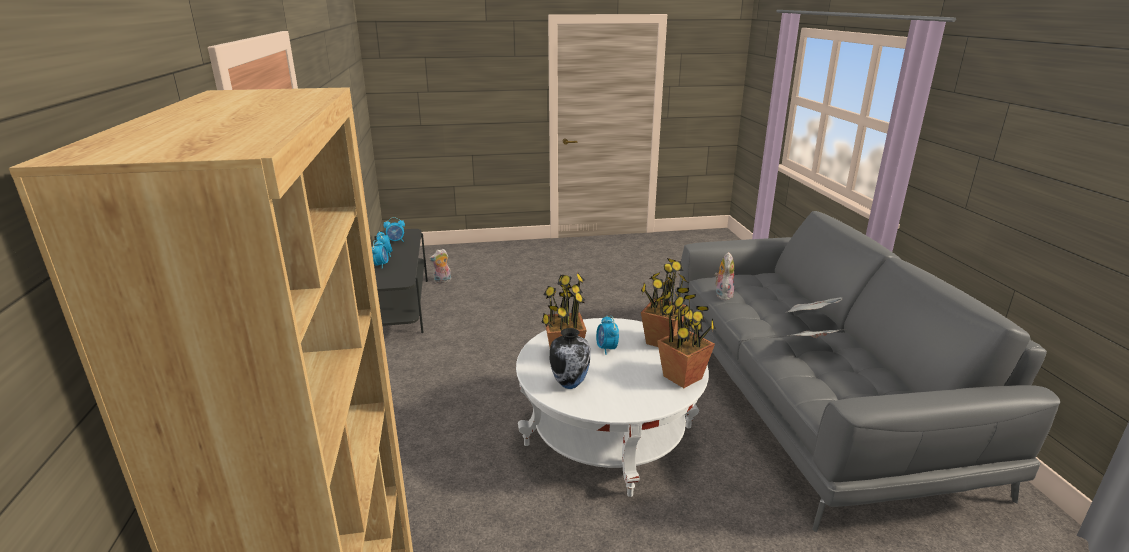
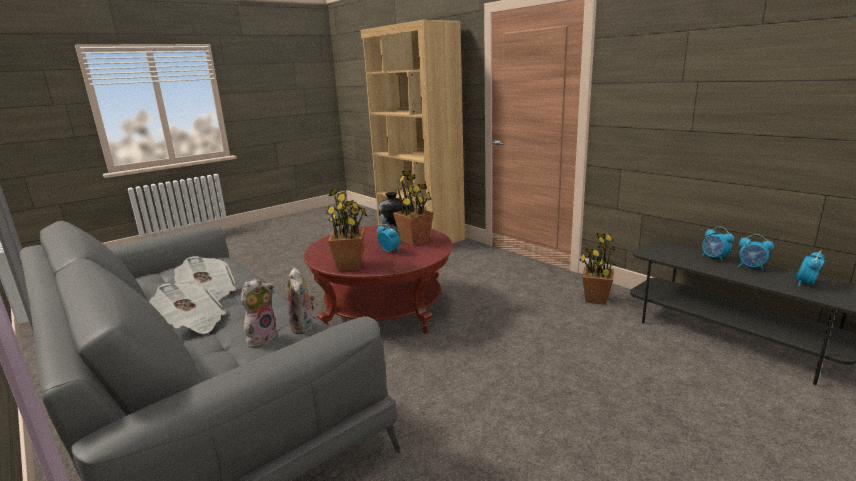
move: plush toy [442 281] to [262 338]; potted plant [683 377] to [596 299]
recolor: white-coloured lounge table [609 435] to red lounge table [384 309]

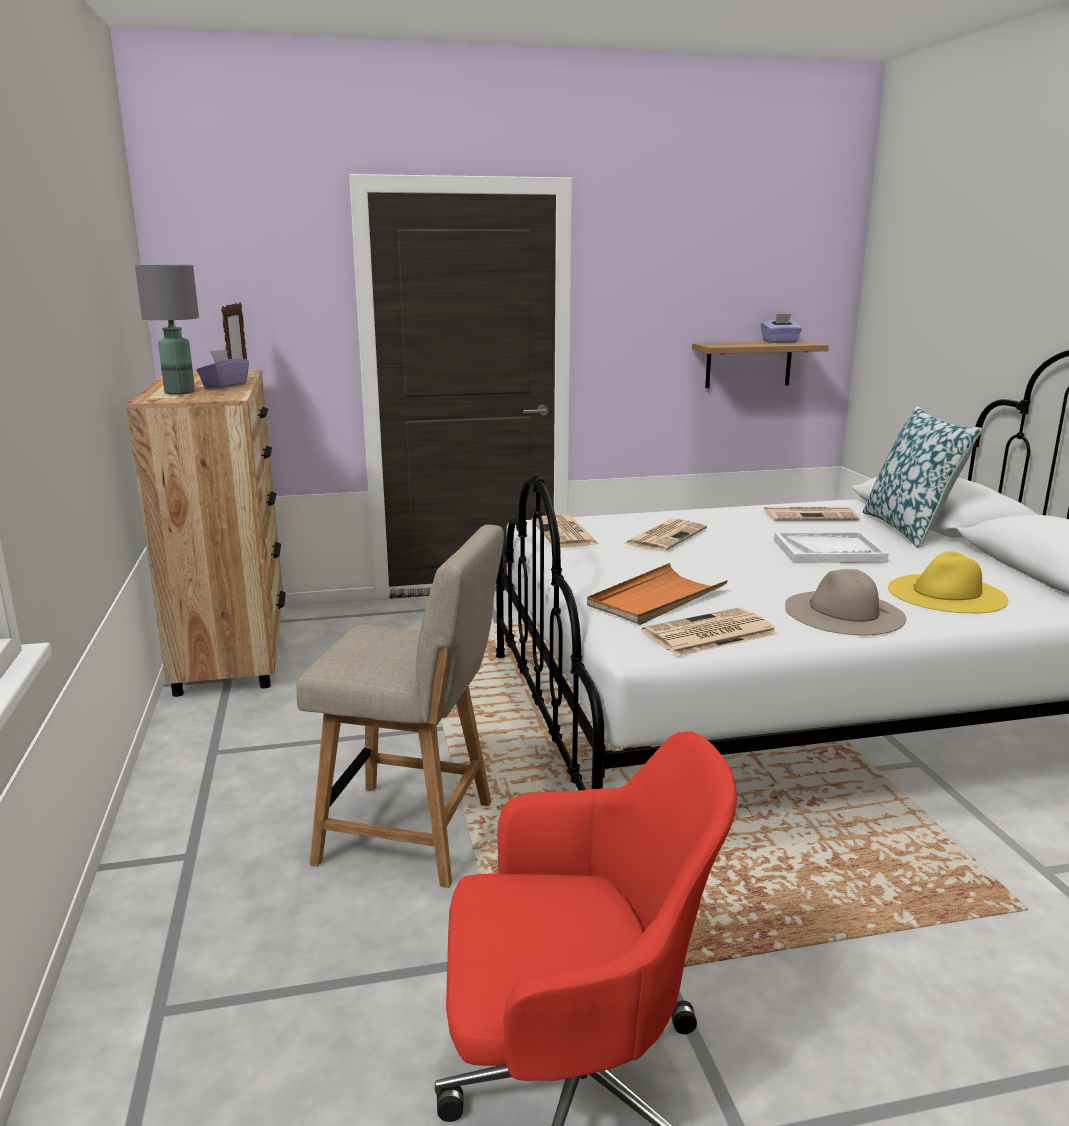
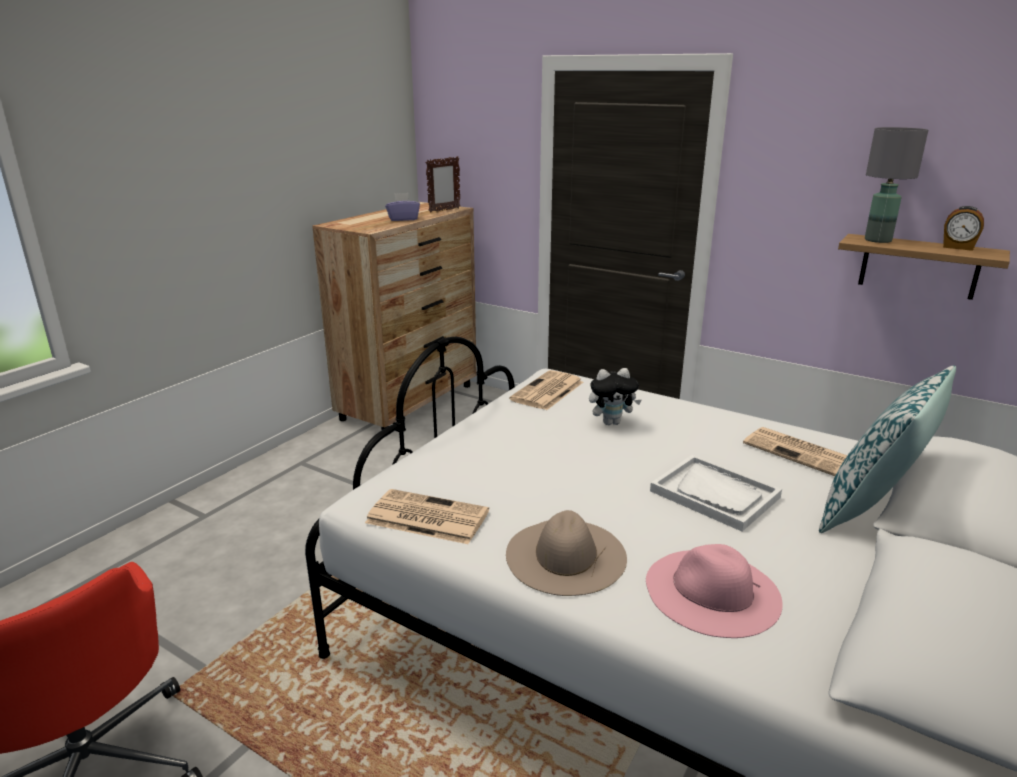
delete: beige-coloured plain chair [415 834]; orange tray [655 599]
move: grey table lamp [180 392] to [878 240]
replace: printed paper [665 536] to plush toy [611 422]; purple tissue holder [780 342] to bedside clock [958 247]
recolor: yellow-coloured wearable hat [947 593] to pink-coloured wearable hat [712 591]

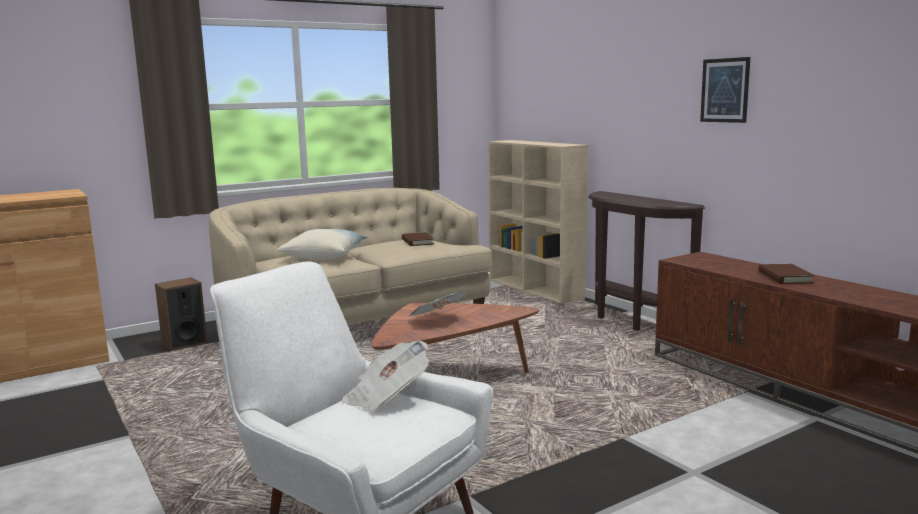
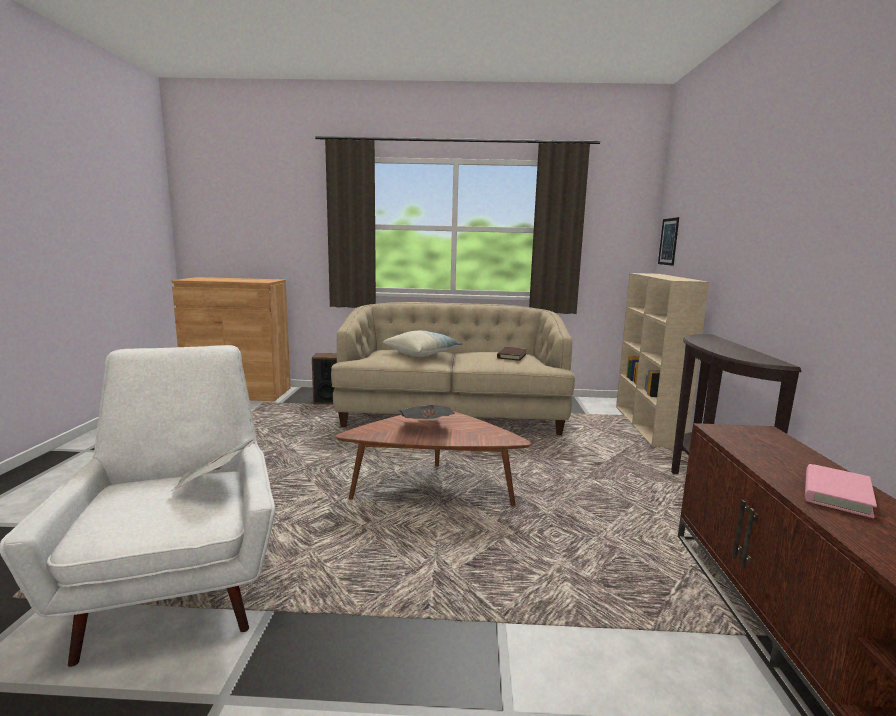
move: wall picture [724 90] to [668 241]
recolor: brownish volume [785 277] to pink-coloured volume [836 494]

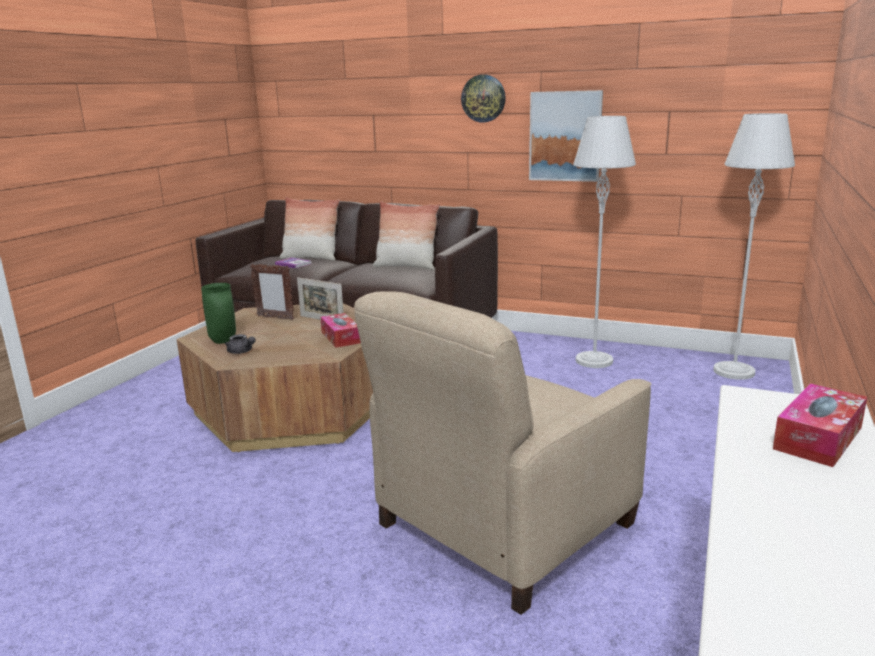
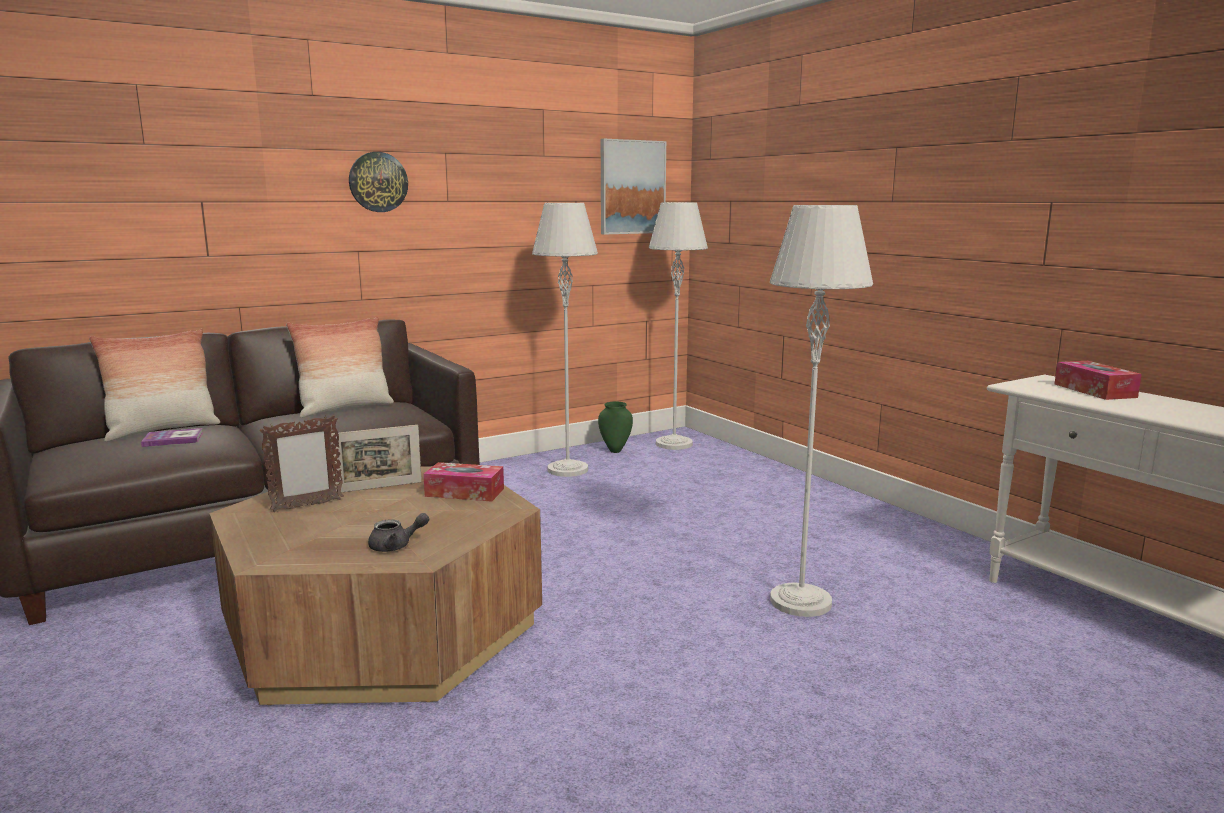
move: green flower vase [224 341] to [615 450]; wall picture [565 136] to [632 187]
replace: beige-coloured easy chair [503 525] to grey floor lamp [800 602]

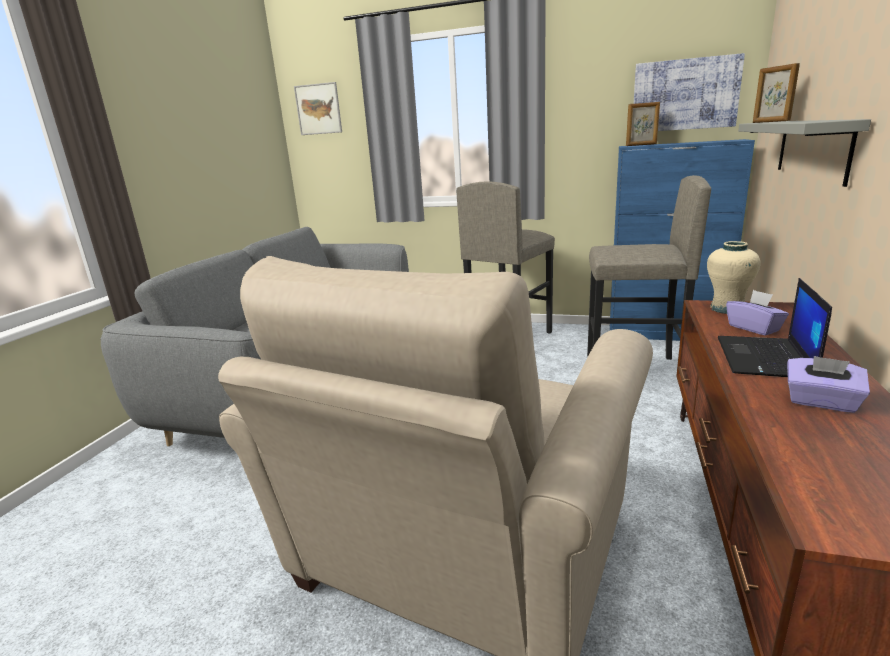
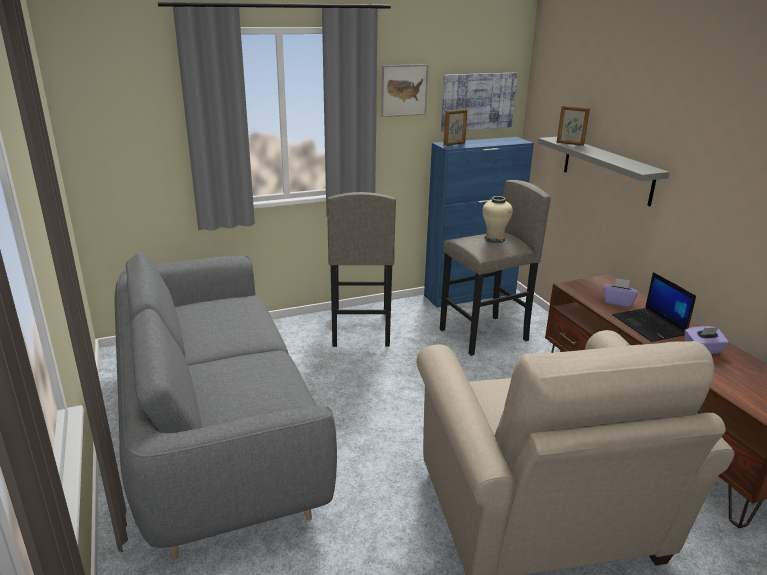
move: wall picture [318 109] to [404 90]; beige-coloured flower vase [727 309] to [494 239]

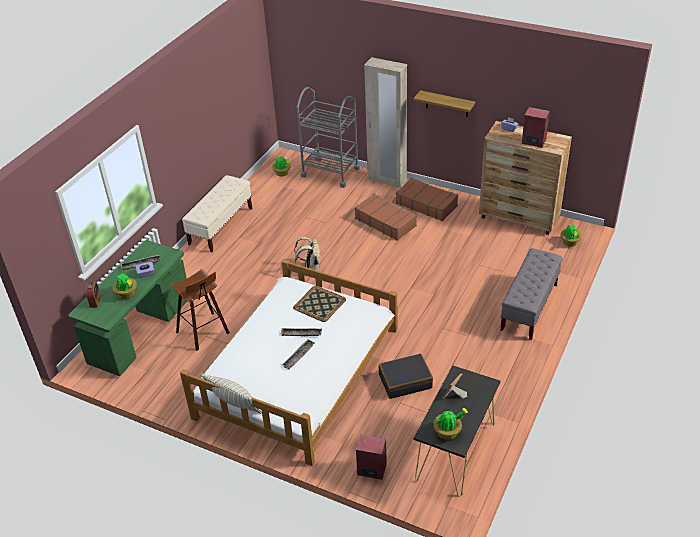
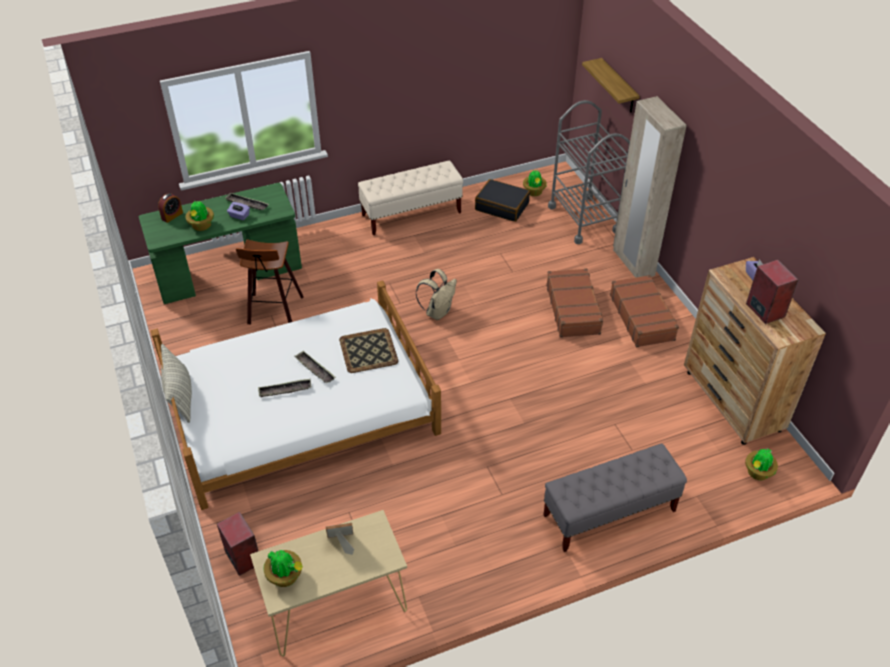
move: blackish piece of luggage [405 381] to [502 206]; shelf [447 104] to [618 87]
recolor: blackish hall table [455 452] to beige-coloured hall table [335 607]

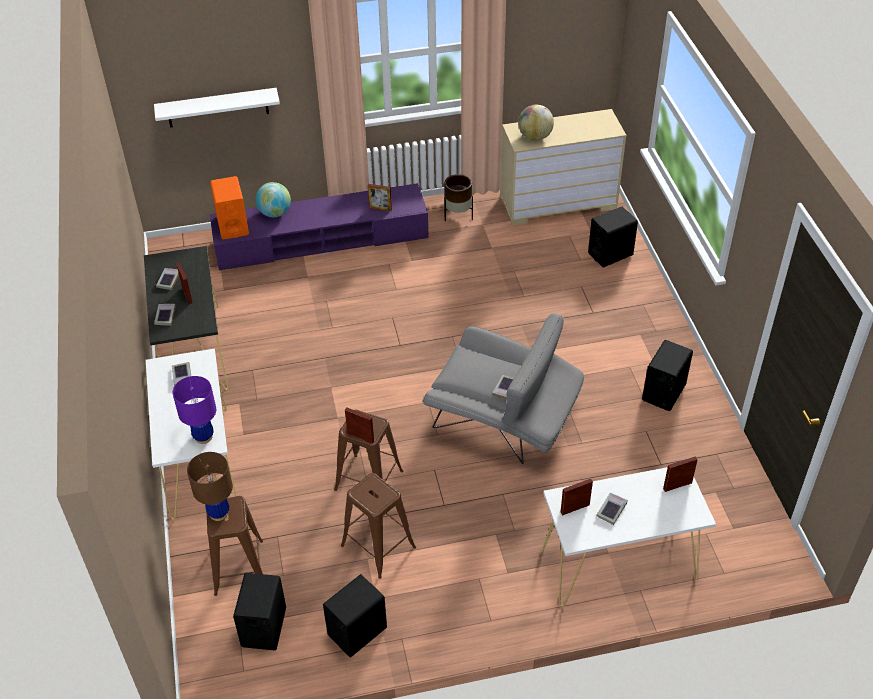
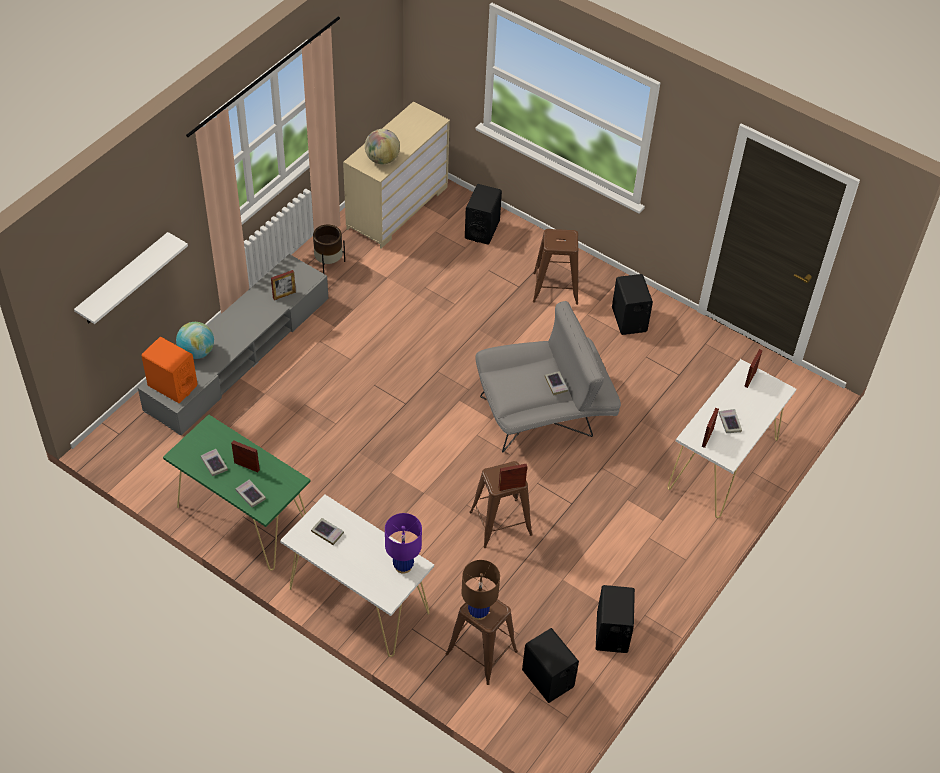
move: brownish sitting stool [378 546] to [555 288]
recolor: purple tv stand [322 240] to grey tv stand [239 353]; blackish hall table [193 351] to green hall table [243 518]

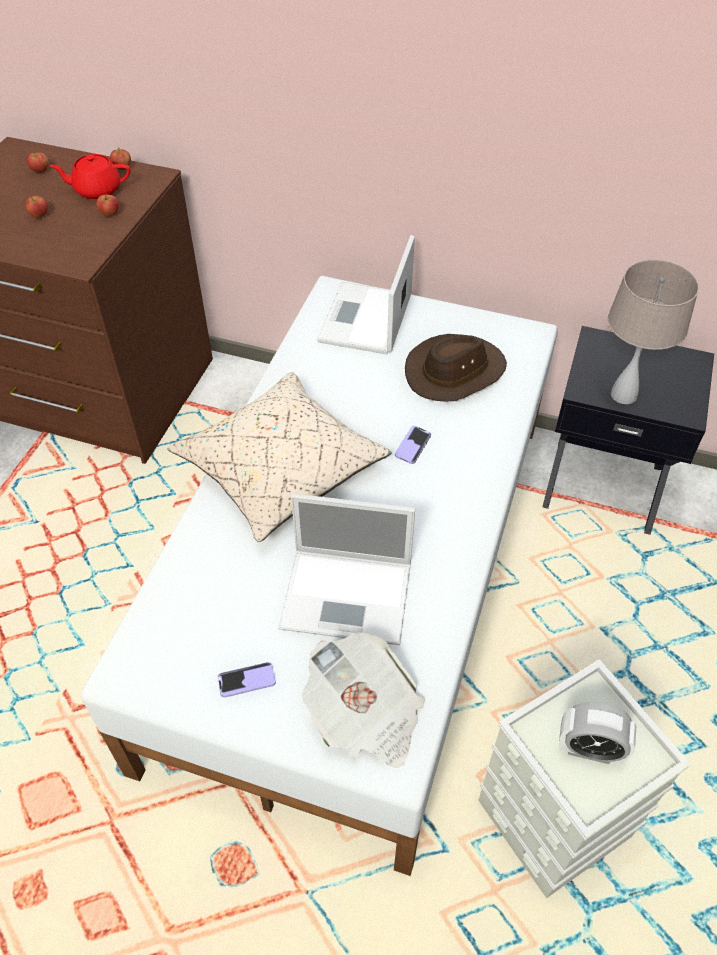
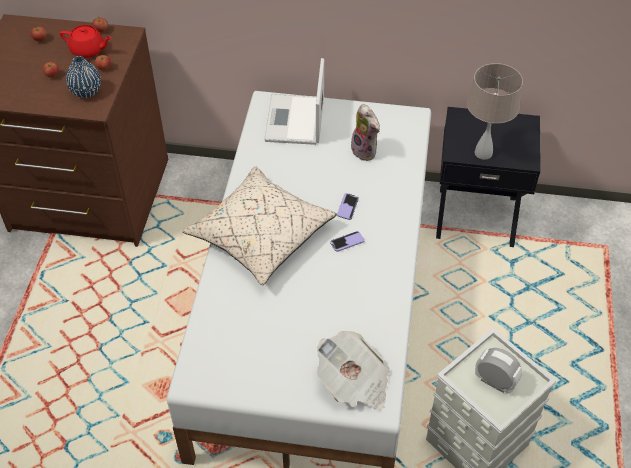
delete: portable computer [349 595]
insert: bluish flower vase [86 91]
move: handset [246 680] to [347 242]
replace: brownish wearable hat [455 371] to plush toy [366 151]
rotate: red tea pot [97 190] = [88 50] 150 degrees counterclockwise; bedside clock [589 749] = [494 382] 150 degrees counterclockwise

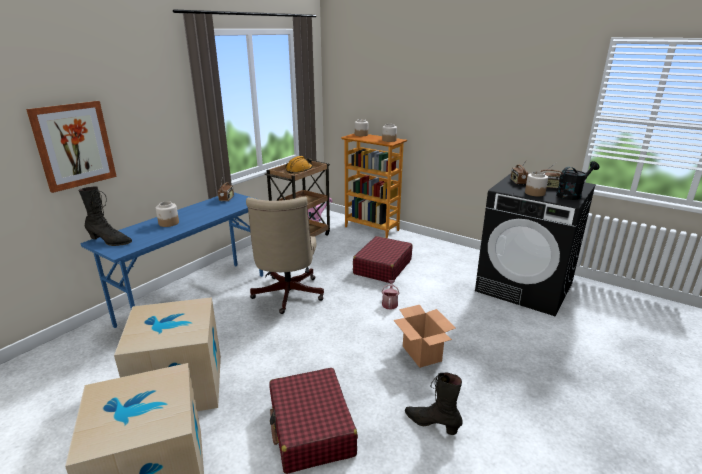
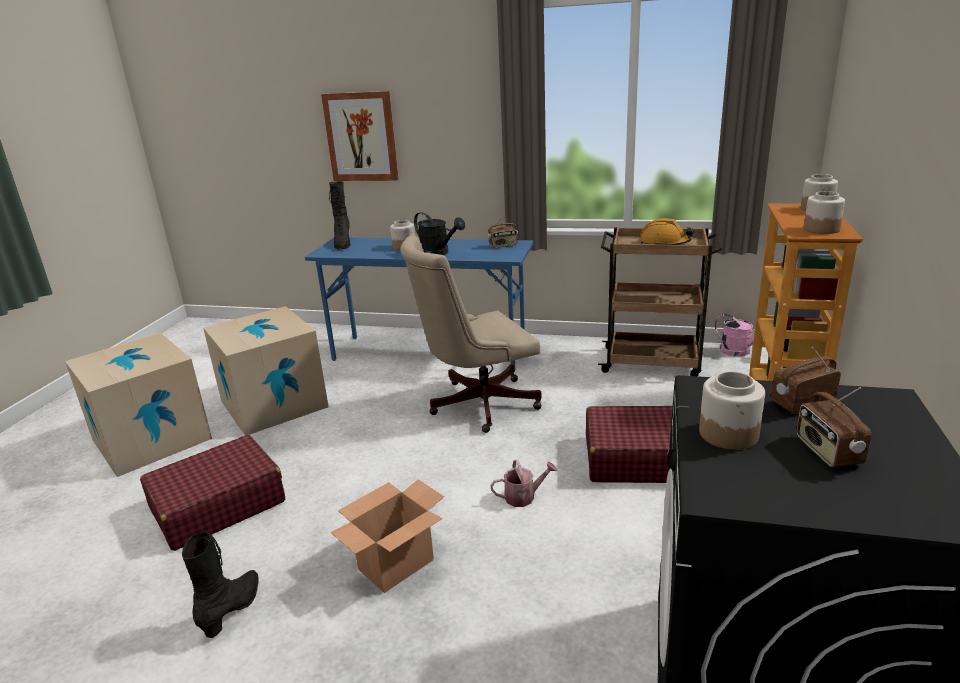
move: blackish sprinkling can [571 195] to [439 253]

